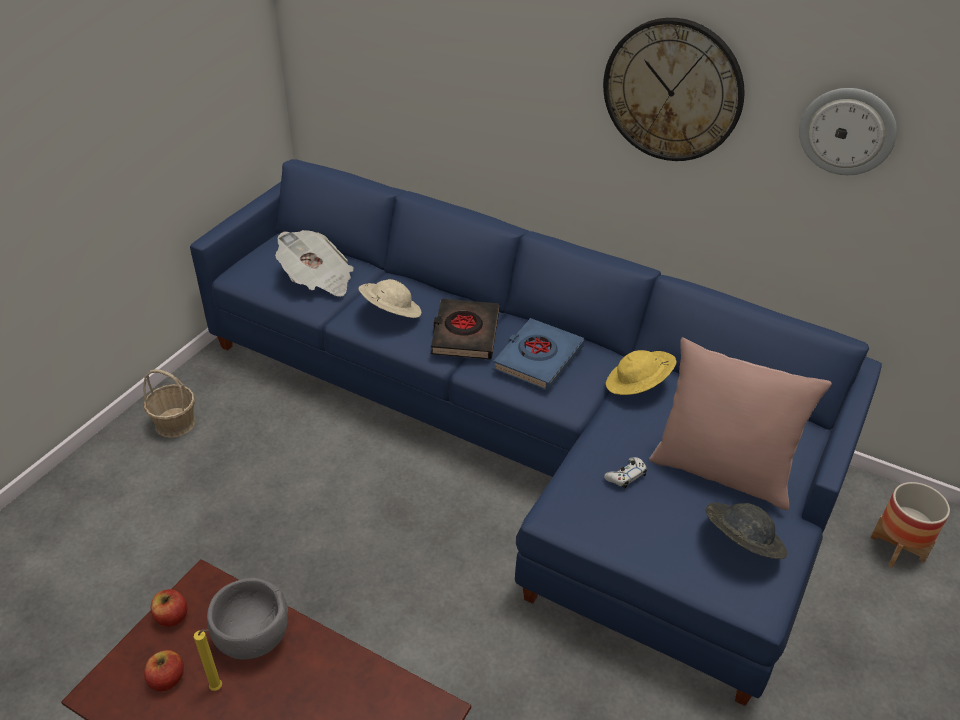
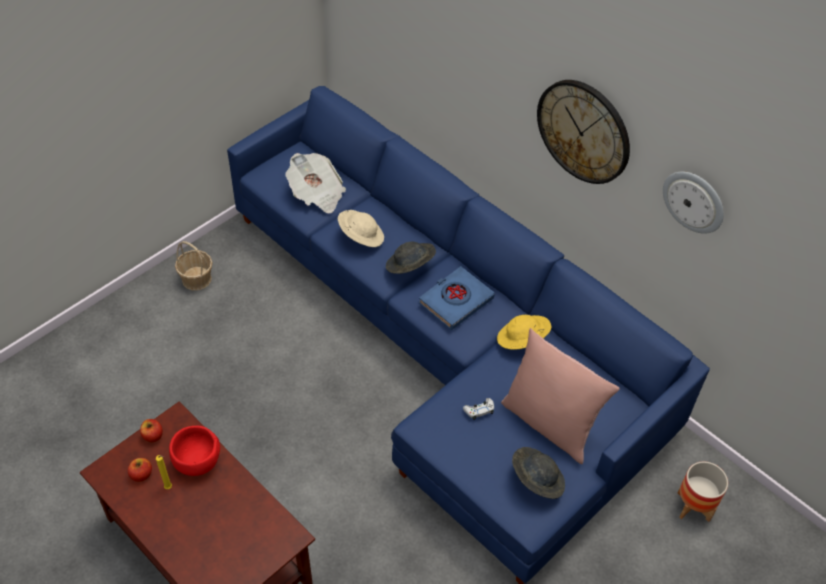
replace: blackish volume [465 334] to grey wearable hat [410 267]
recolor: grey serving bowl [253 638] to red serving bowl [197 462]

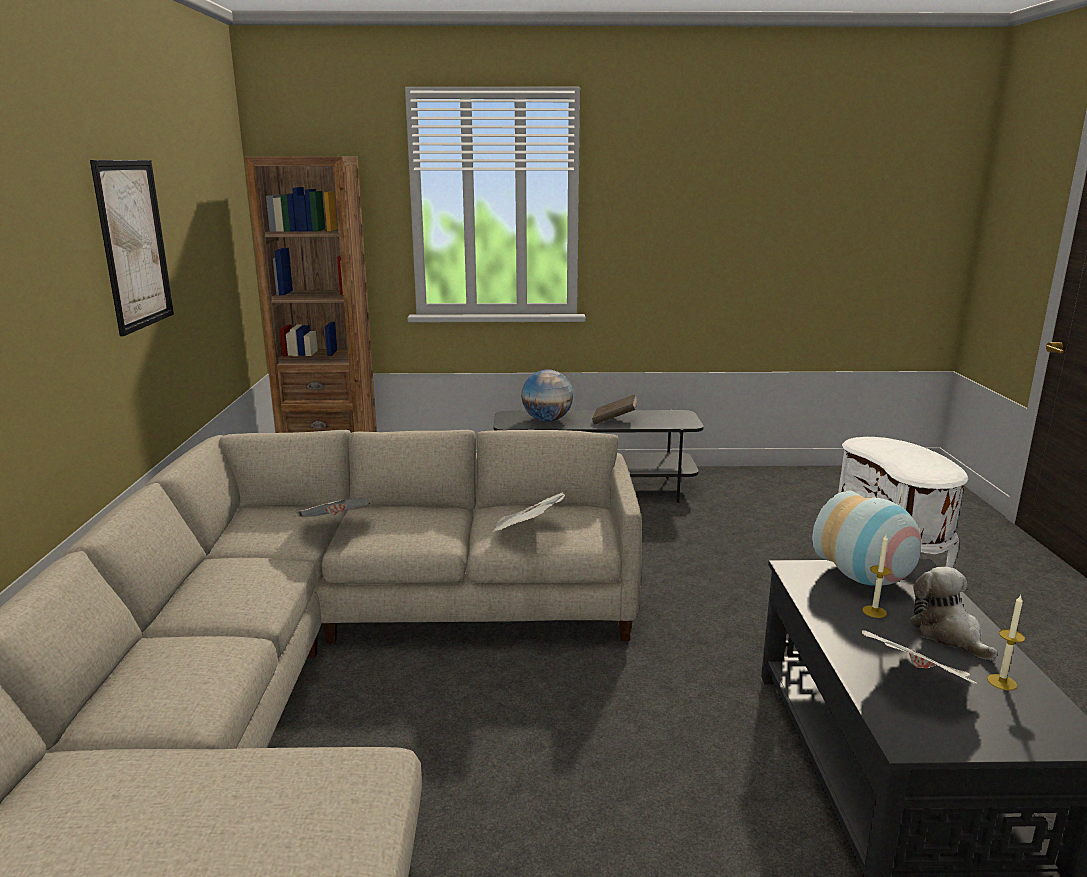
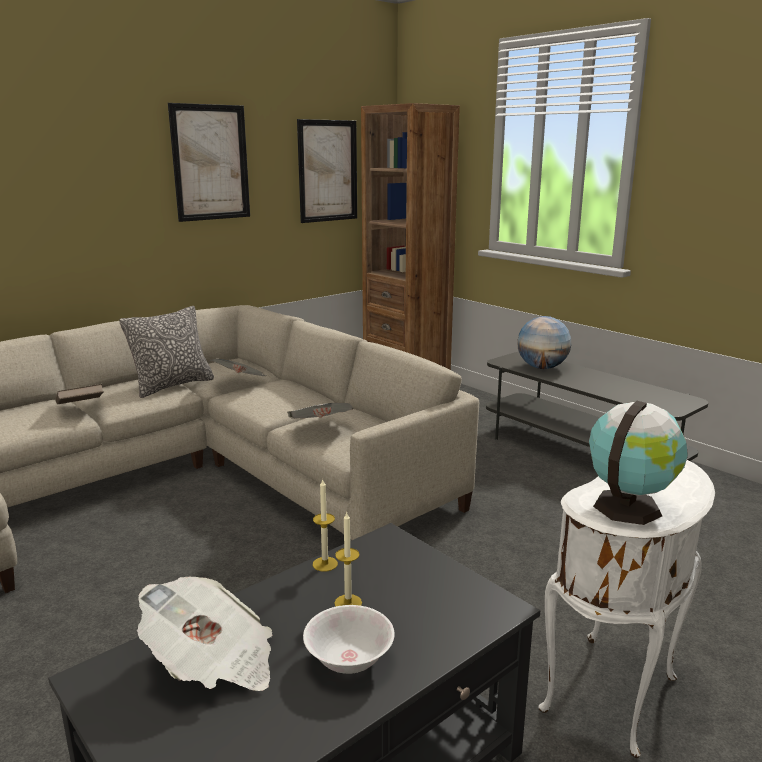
delete: flower vase [866 579]
insert: throw pillow [172 385]; wall picture [328 171]; desk globe [628 506]
move: brownish volume [614 420] to [80 407]; candle [1002 682] to [325 564]
replace: plush toy [948 634] to white-coloured serving bowl [348 661]

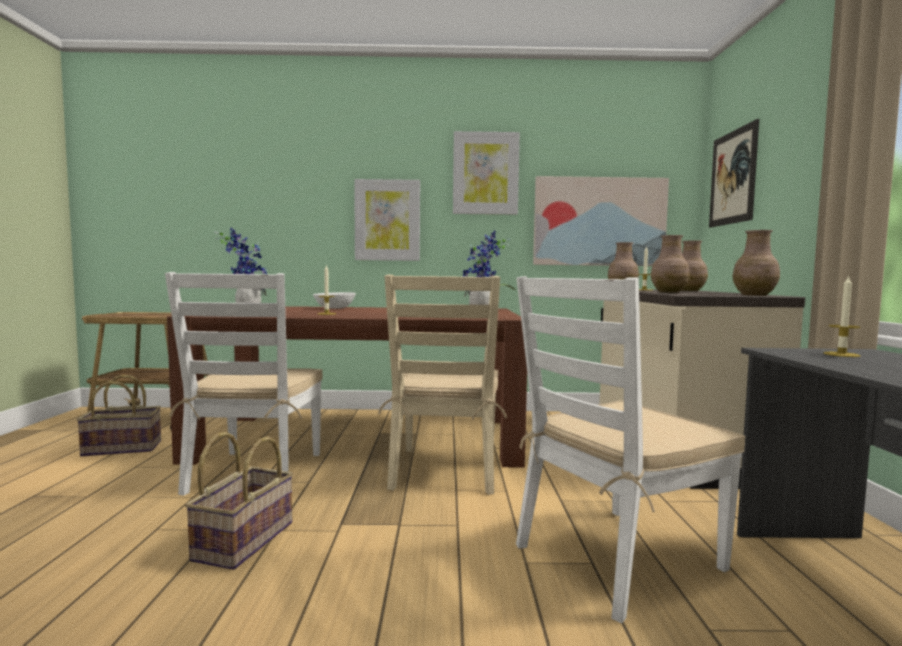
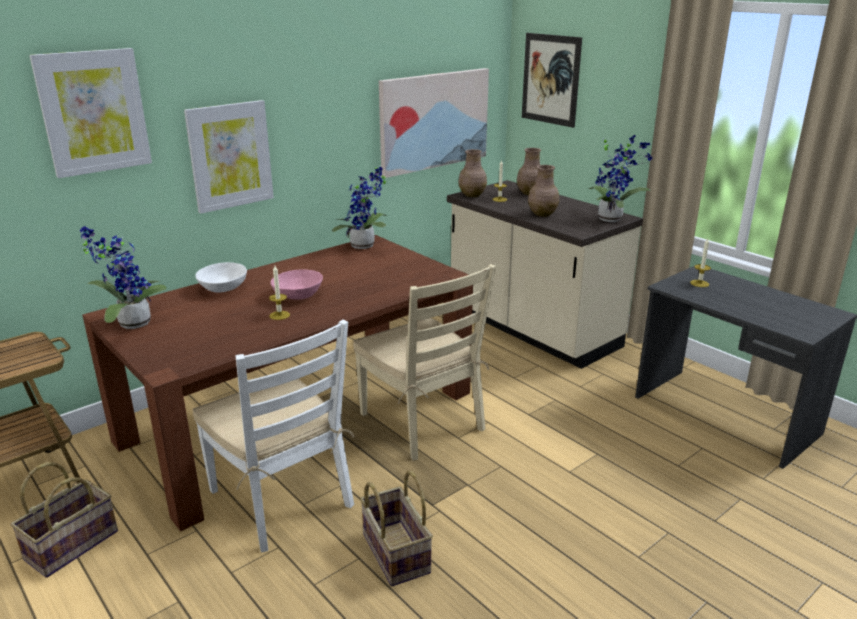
delete: white-coloured plain chair [616 557]
insert: pink-coloured serving bowl [298 295]
move: wall picture [485 173] to [93 112]
replace: brownish flower vase [755 295] to potted plant [612 218]

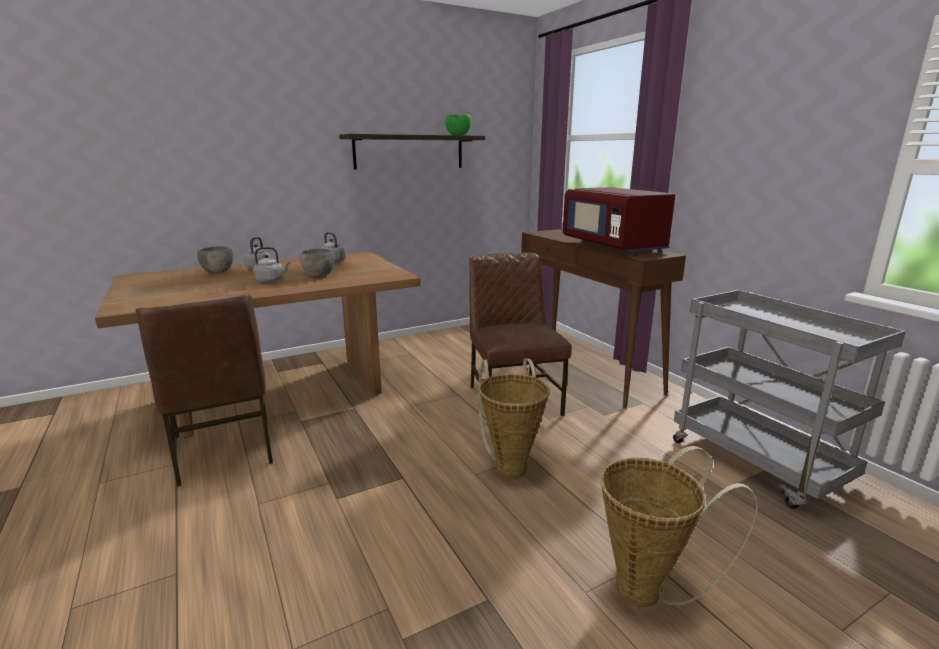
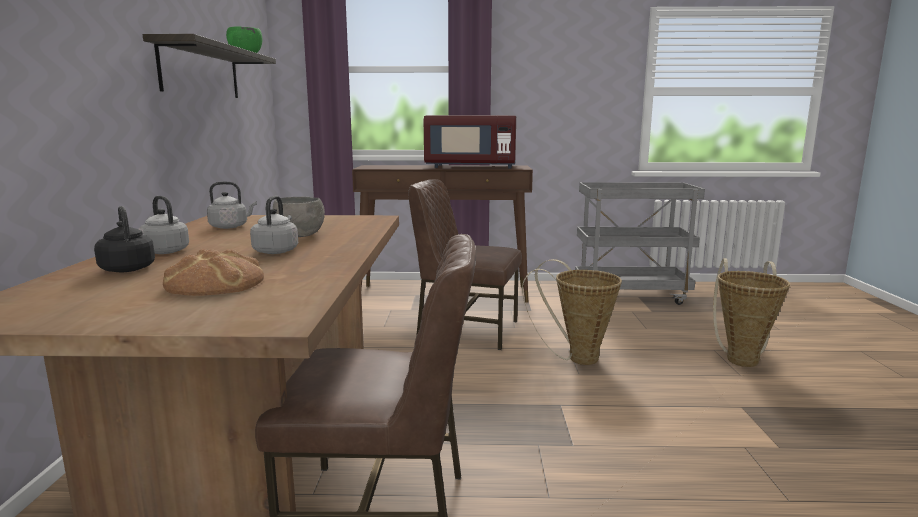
insert: baked bread [215 283]
replace: grey serving bowl [218 272] to blackish water kettle [127 268]

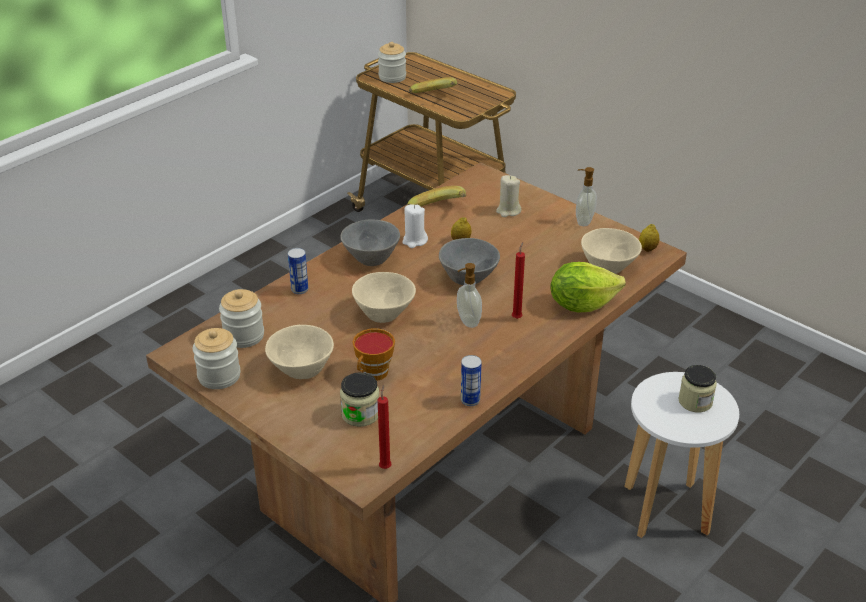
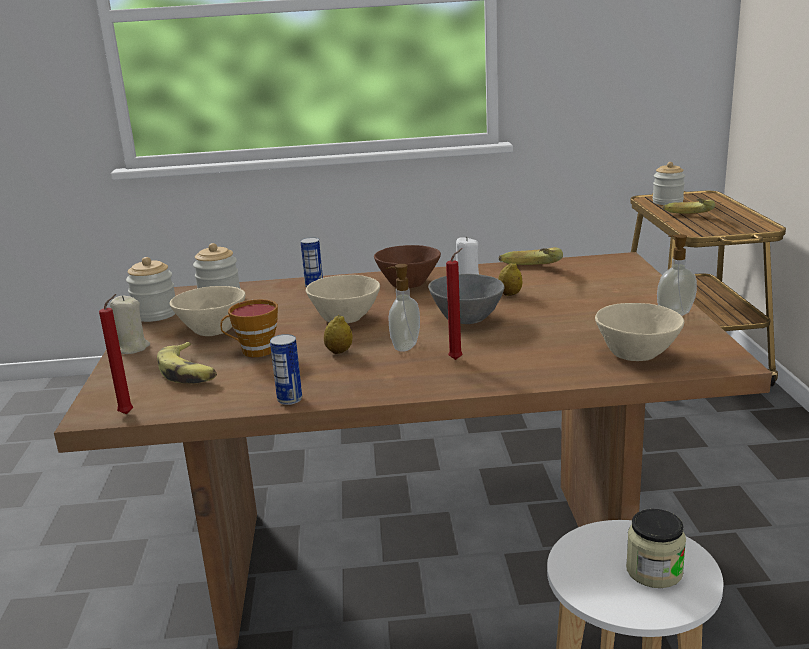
delete: lettuce head [581 304]
move: beige-coloured candle [508 211] to [132 348]; lemon [647 249] to [339 351]
replace: storage jar [360 414] to whole banana [189 372]
recolor: grey serving bowl [372 257] to brownish serving bowl [410 283]

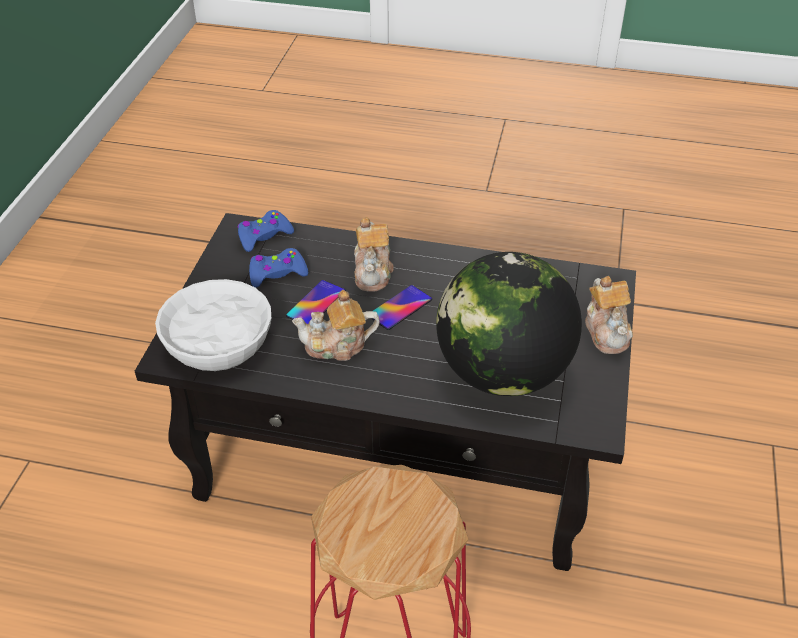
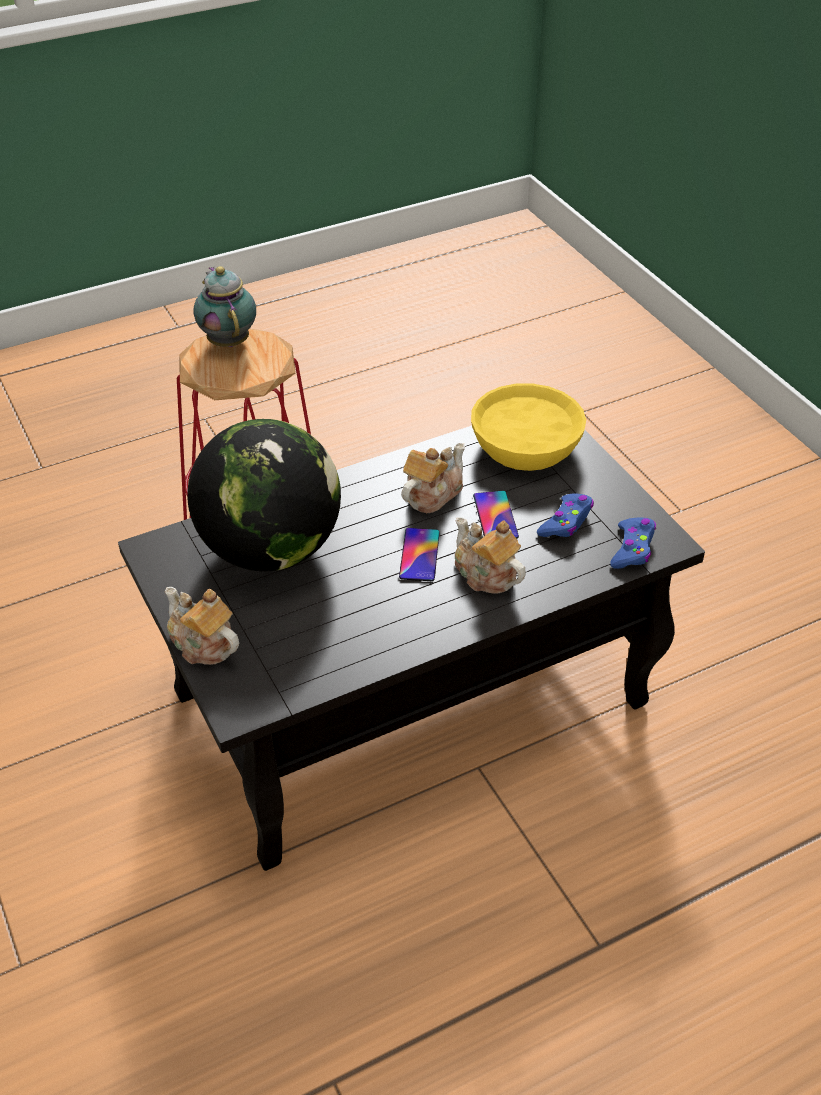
insert: tea pot [228 341]
recolor: white-coloured serving bowl [217 342] to yellow-coloured serving bowl [527 445]

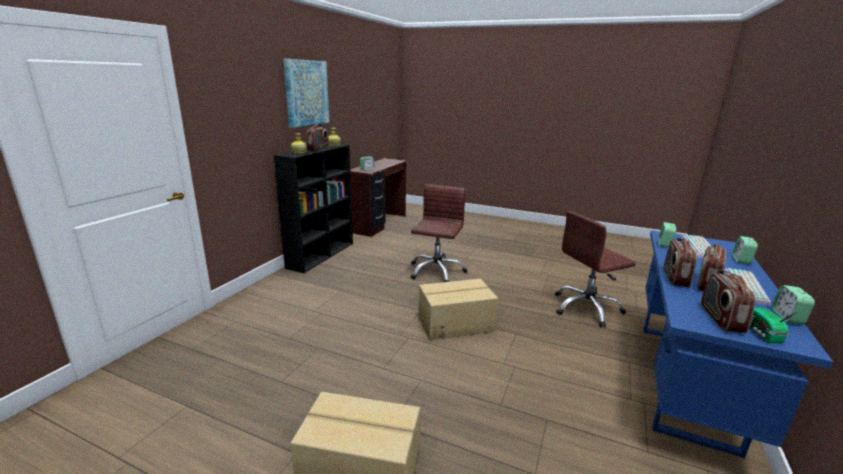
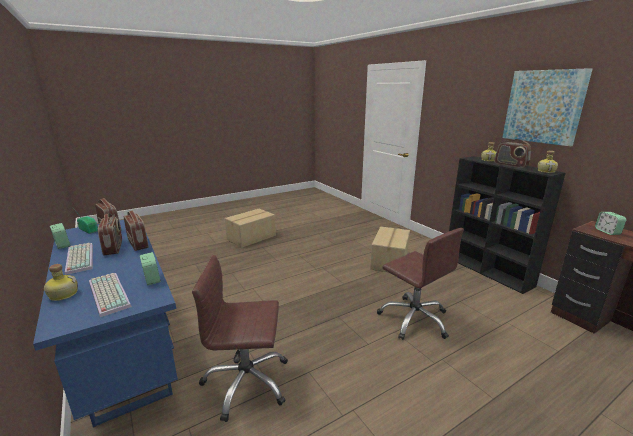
move: cardboard box [455 323] to [390 261]
replace: bedside clock [741 260] to beverage bottle [63 294]
rotate: brownish office chair [586 308] = [246 382] 105 degrees counterclockwise

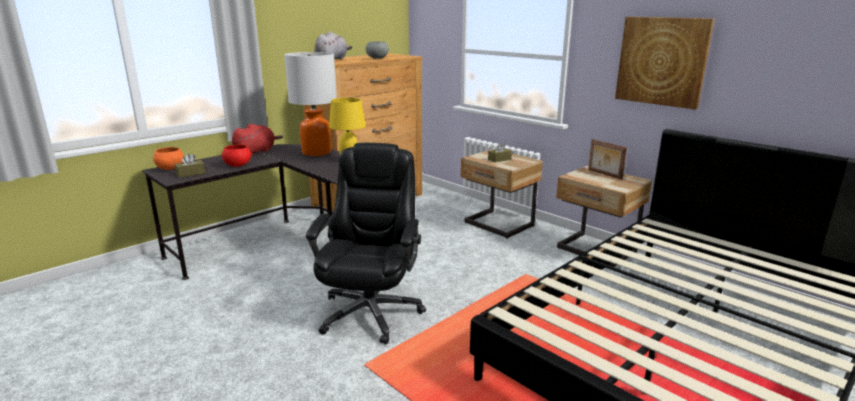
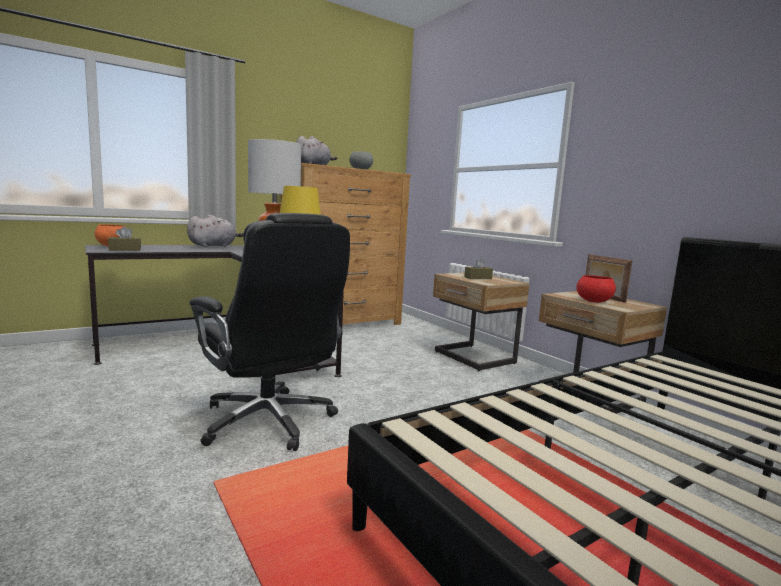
delete: wall picture [662 61]
move: red serving bowl [237 165] to [594 301]
recolor: red plush toy [256 152] to grey plush toy [214 246]
rotate: blackish office chair [371 311] = [269 422] 120 degrees clockwise

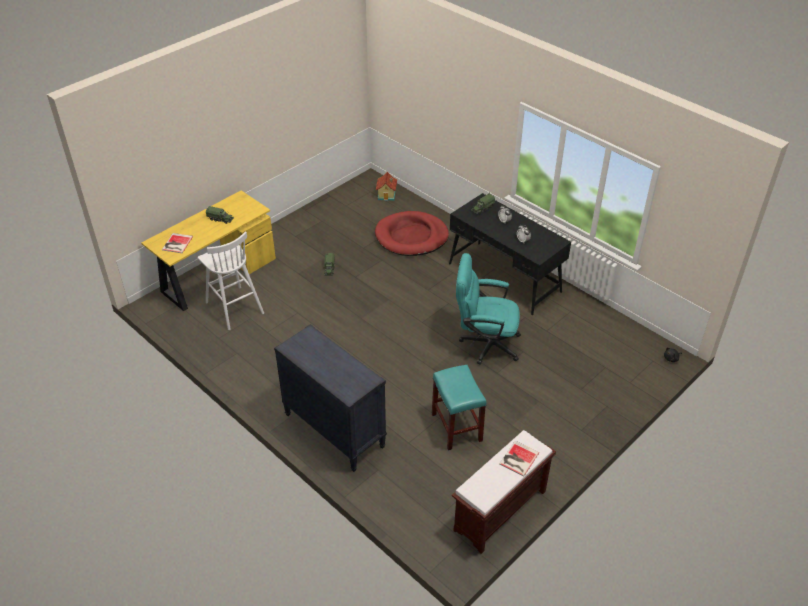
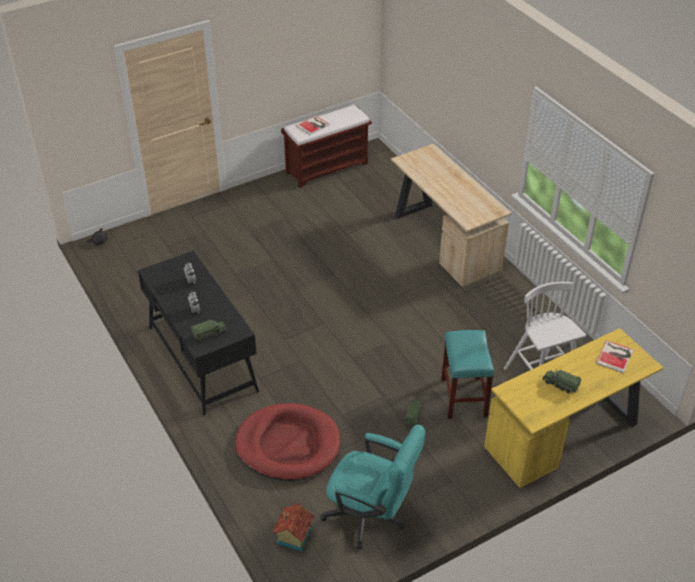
move: turquoise-coloured office chair [484 343] to [371 517]; turquoise-coloured sitting stool [456 427] to [464 398]
replace: blackish chest of drawers [333 430] to beige-coloured desk [444 240]

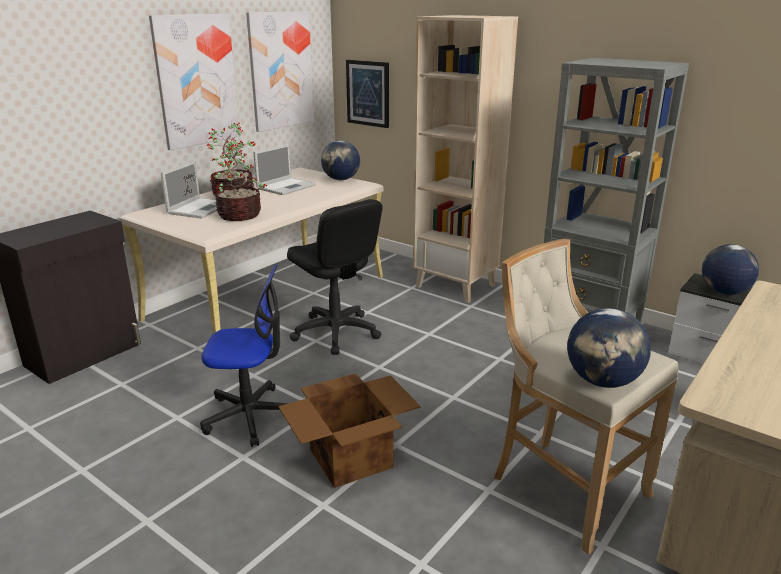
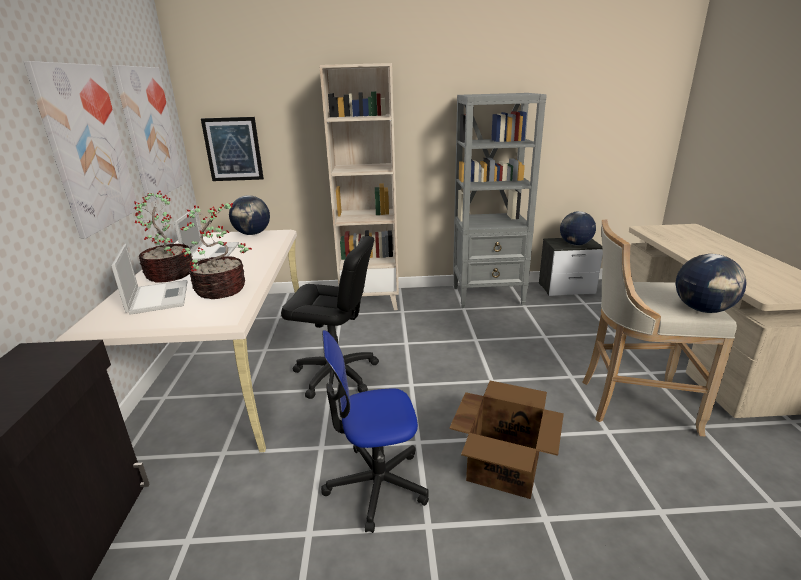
rotate: office chair [251 416] = [376 484] 150 degrees counterclockwise

